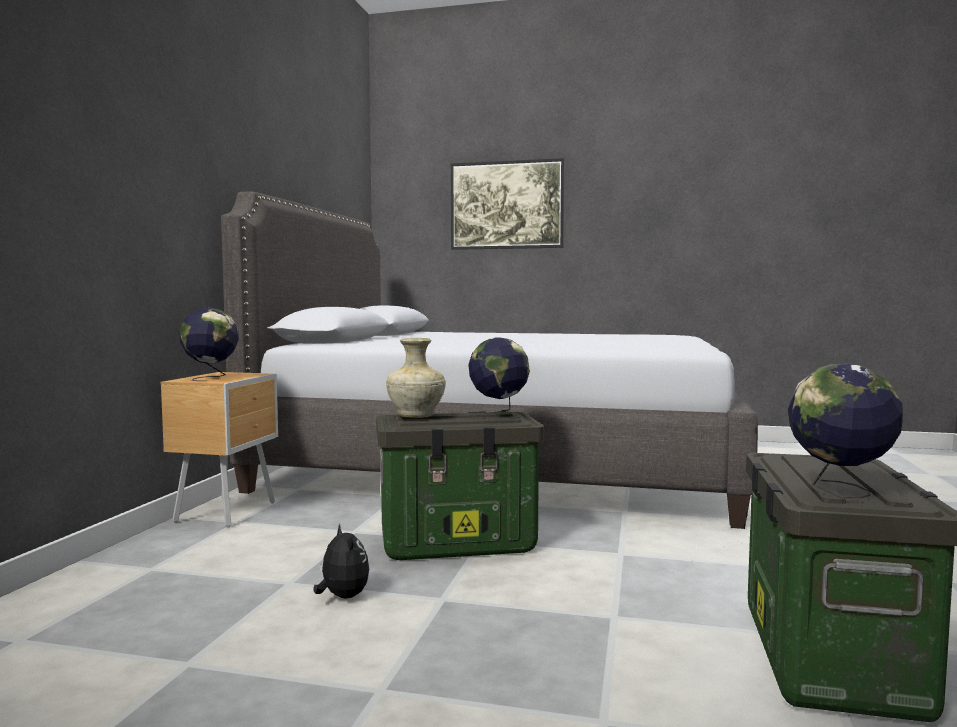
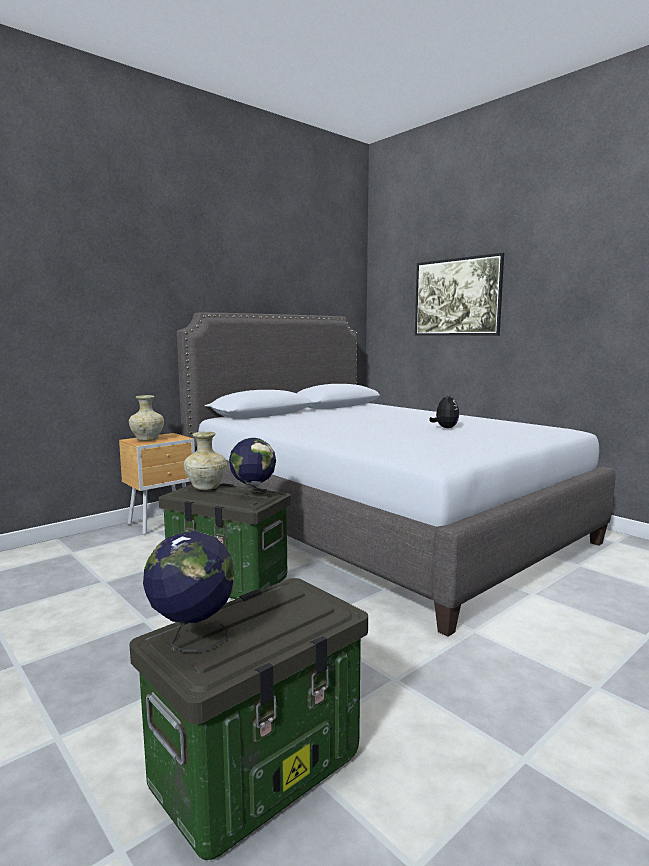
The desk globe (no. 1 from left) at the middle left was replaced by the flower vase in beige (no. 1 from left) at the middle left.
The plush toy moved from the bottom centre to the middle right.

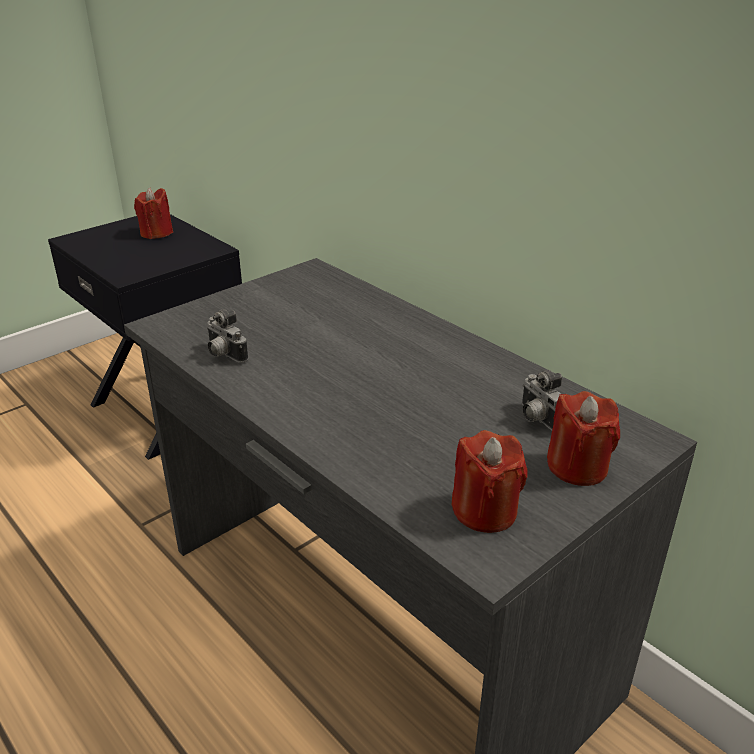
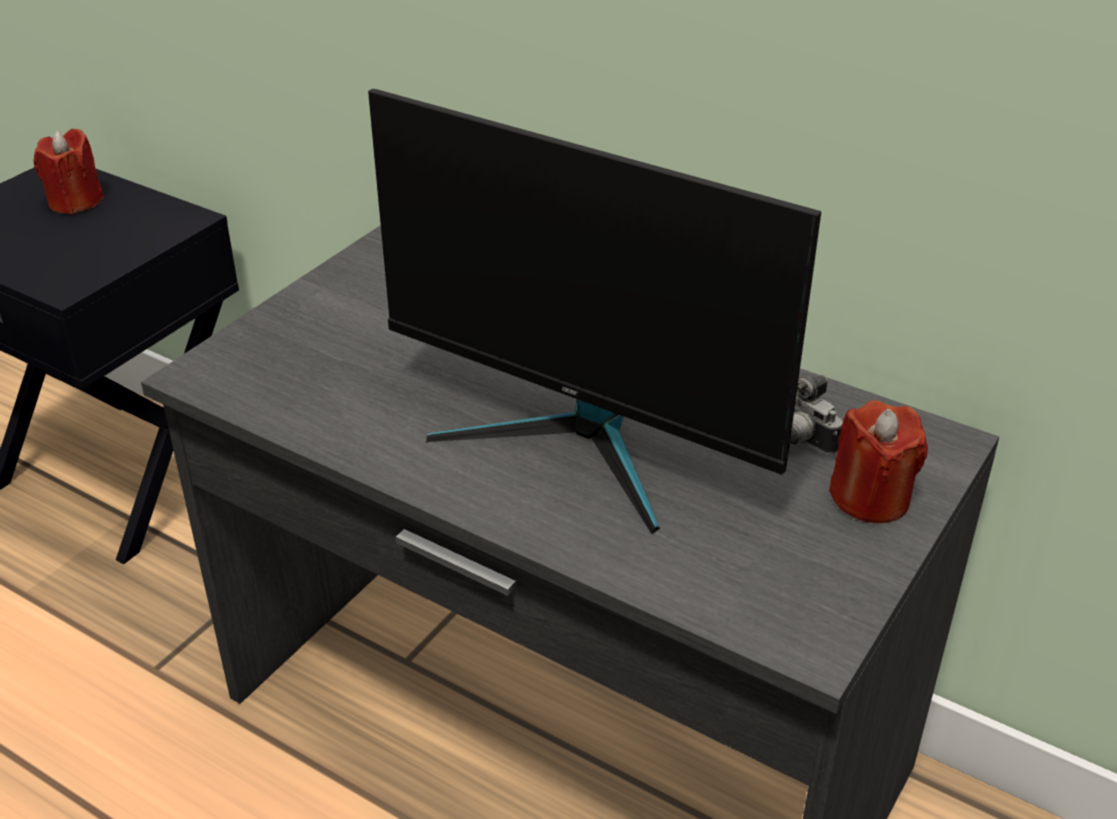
The still camera (no. 1 from left) at the middle left disappeared.
The wax light in reddish (no. 2 from left) at the centre disappeared.
The computer display at the centre appeared.

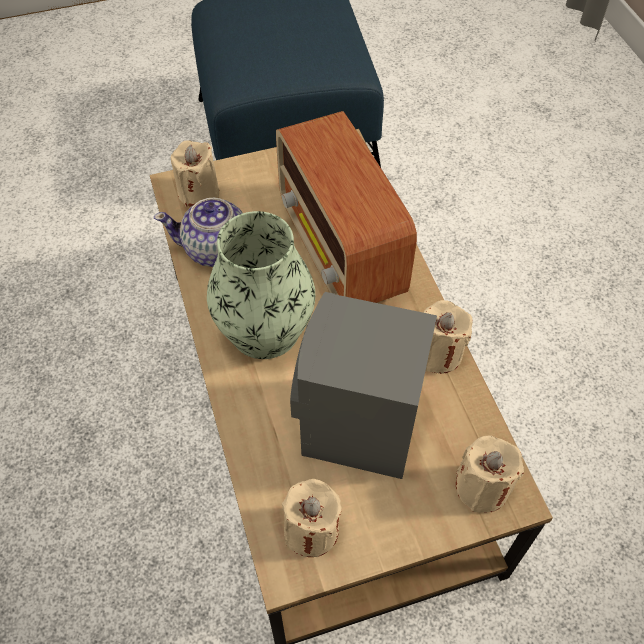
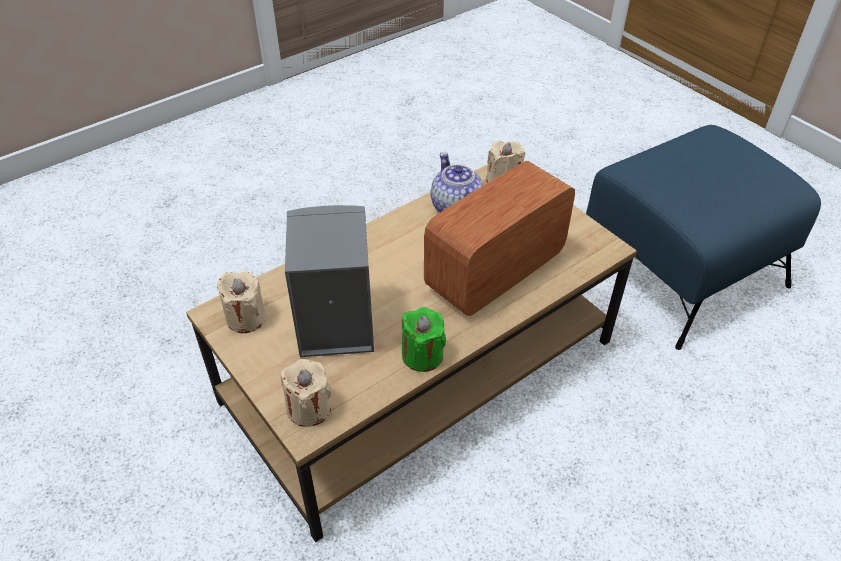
The flower vase at the centre disappeared.
The wax light in beige (no. 3 from left) at the middle right became the wax light in green-coloured at the centre.

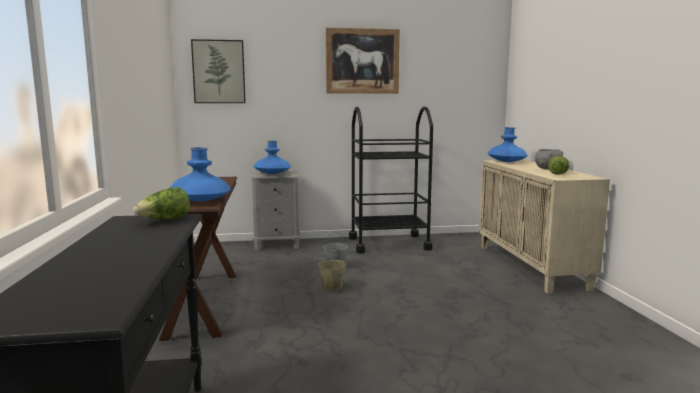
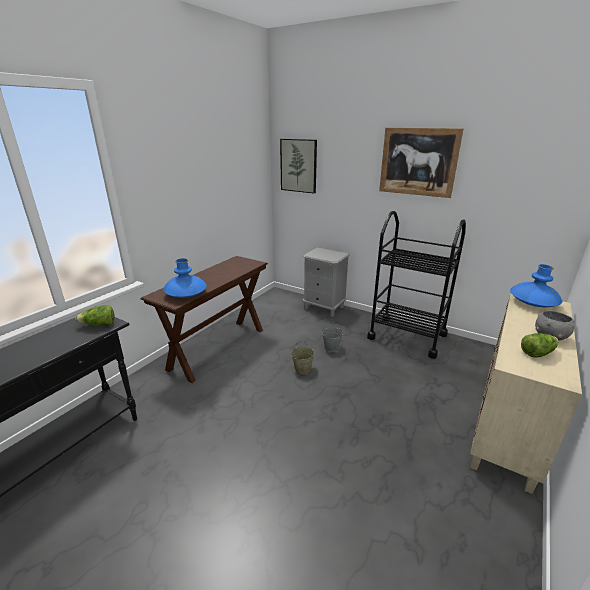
The flower vase in blue (no. 2 from left) at the centre disappeared.

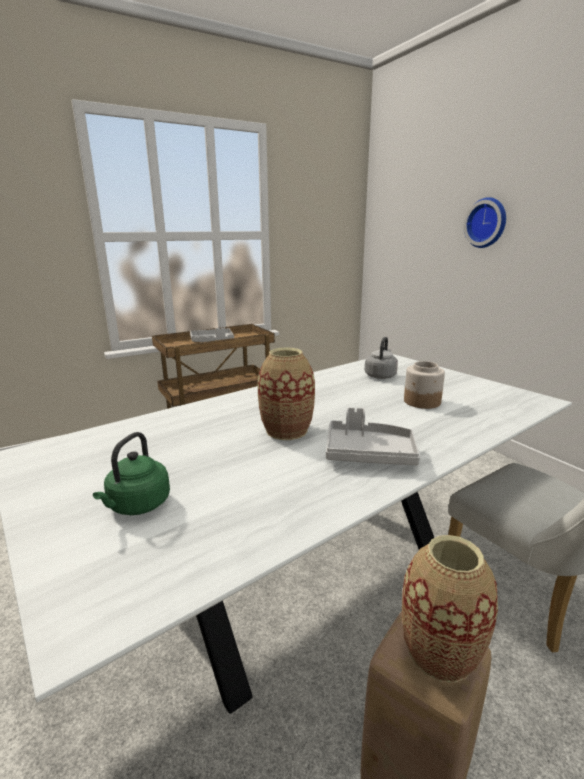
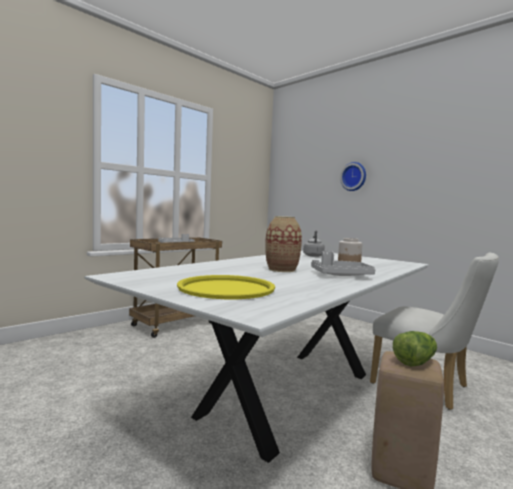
The water kettle in green-coloured at the middle left was replaced by the serving tray in yellow at the centre.
The flower vase (no. 2 from left) at the bottom right was replaced by the head of lettuce at the bottom right.

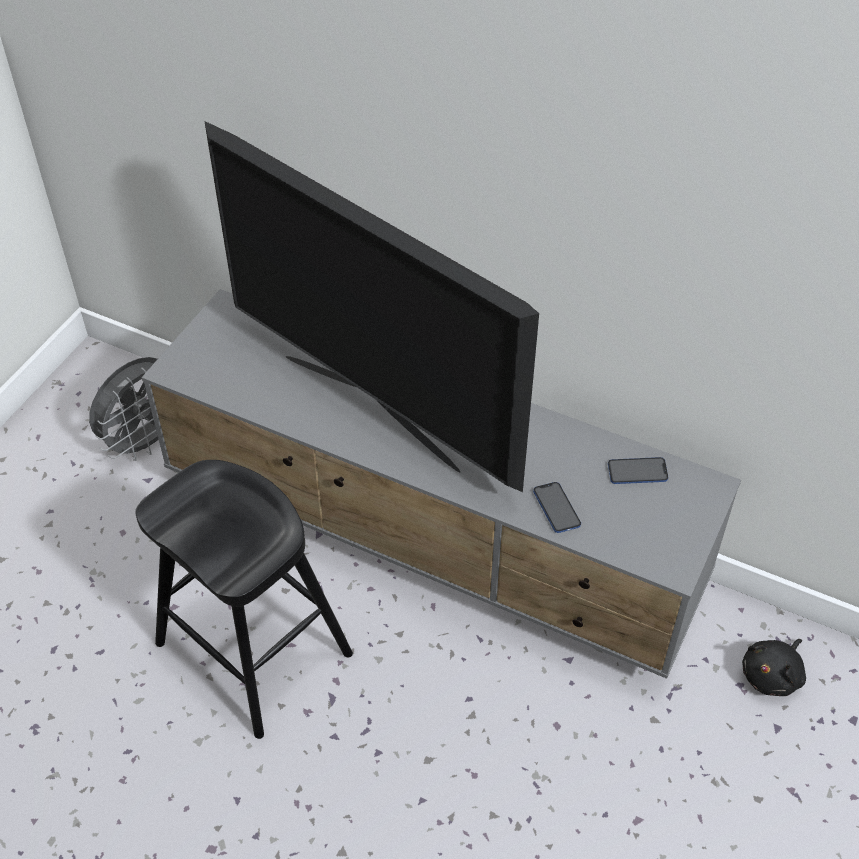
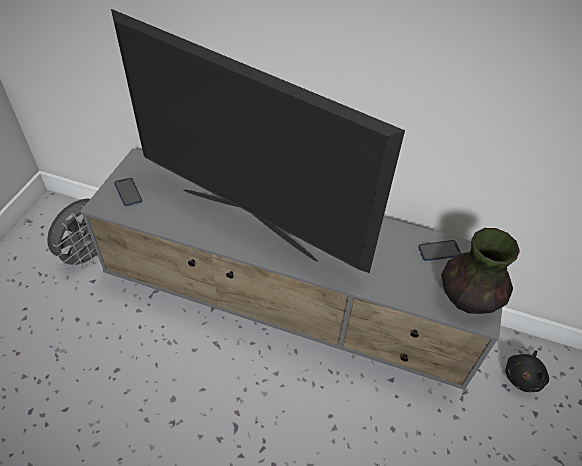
The stool in black-coloured at the bottom left disappeared.
The telephone (no. 1 from left) moved from the centre to the middle left.
The flower vase at the middle right appeared.

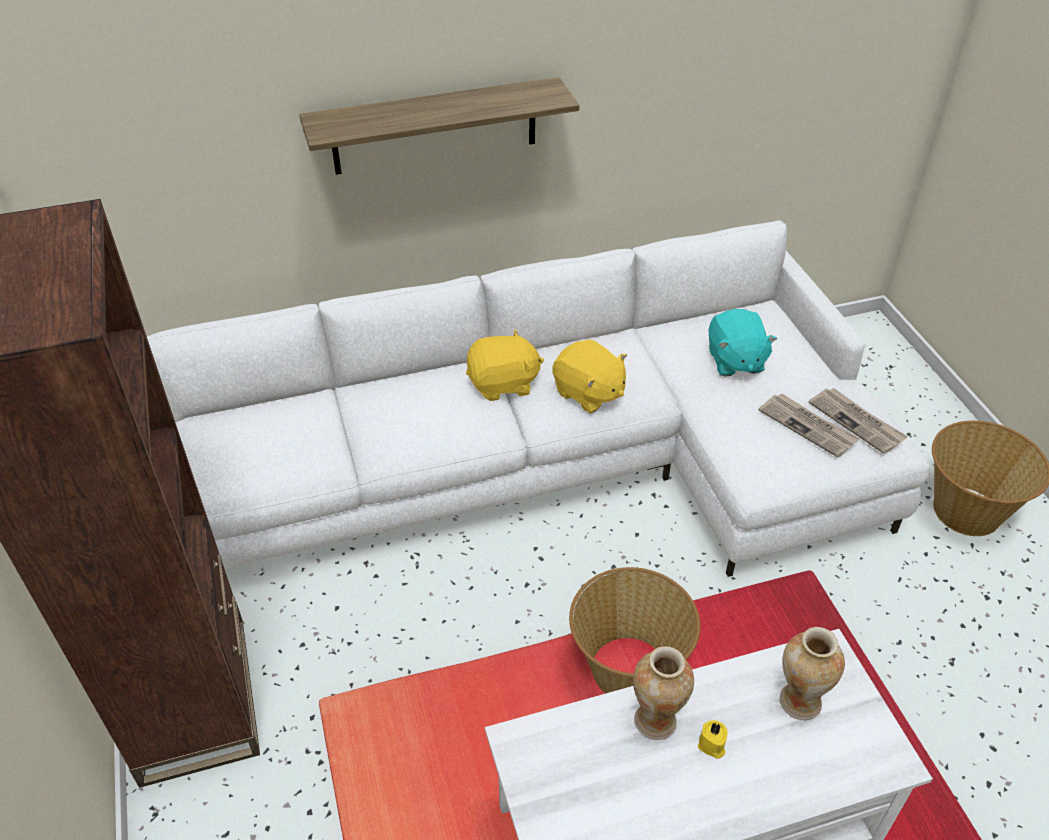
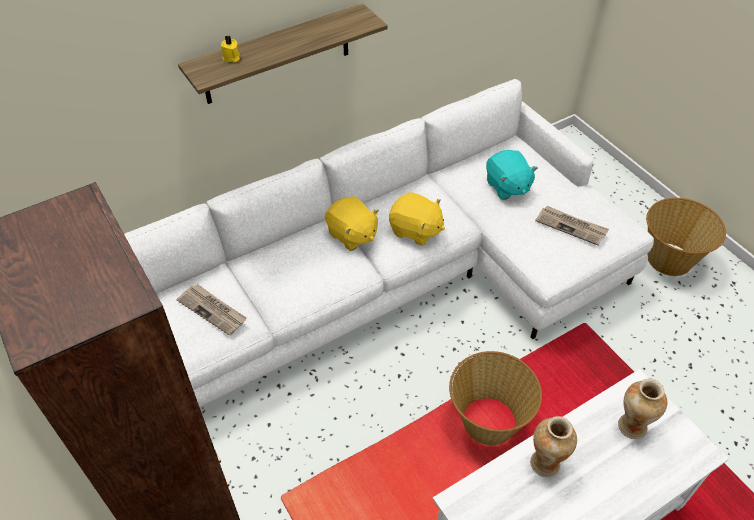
The plush toy in yellow (no. 1 from left) at the centre turned 75 degrees clockwise.
The wax light in yellow moved from the bottom right to the top left.
The newspaper (no. 2 from left in the first image) moved from the middle right to the middle left.

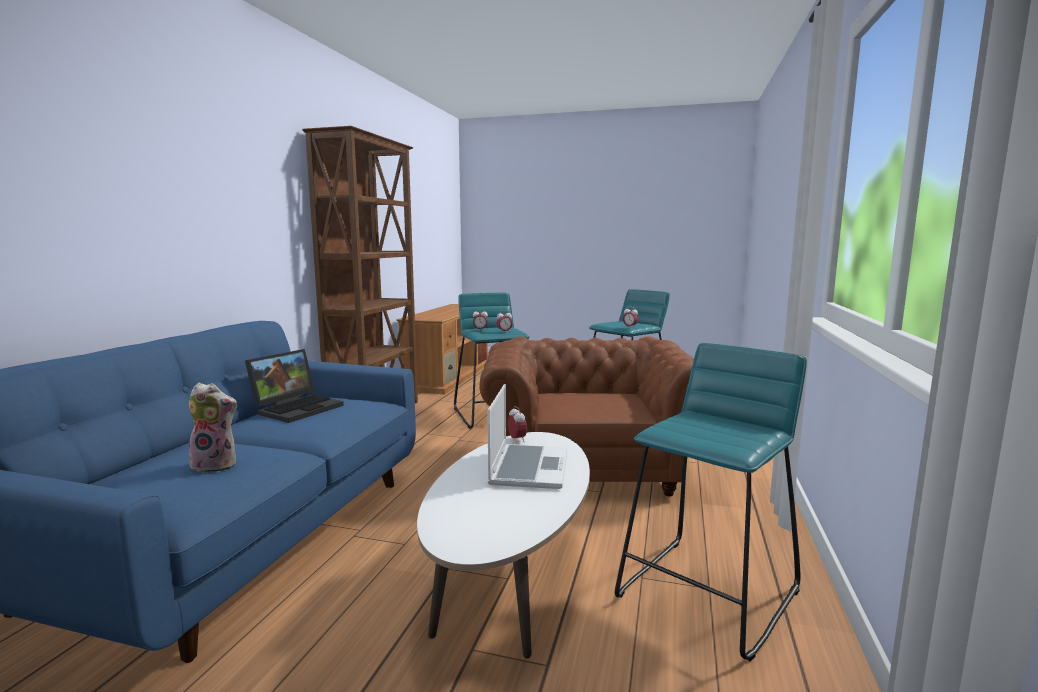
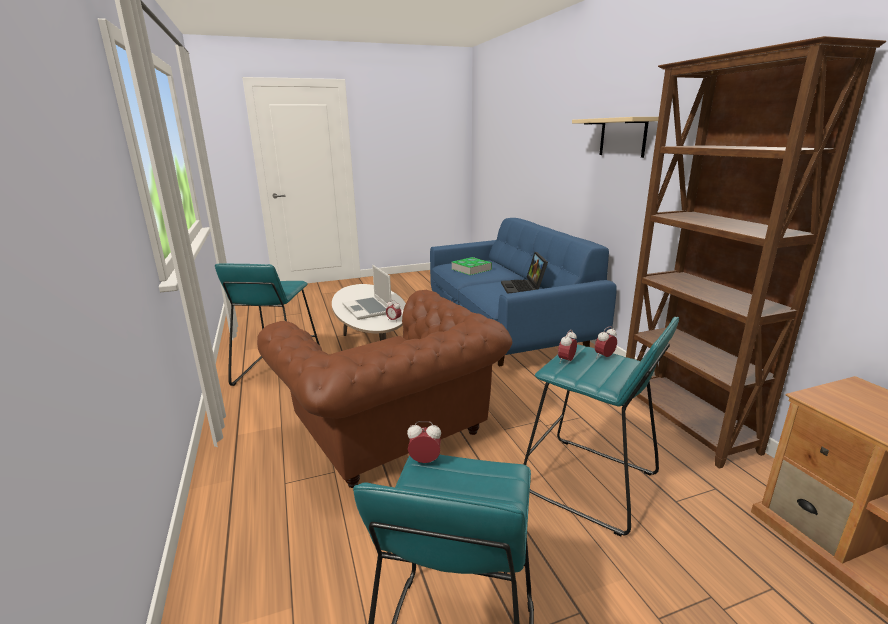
The plush toy at the middle left was replaced by the bound book at the centre.
The bracket shelf in beige at the top right appeared.

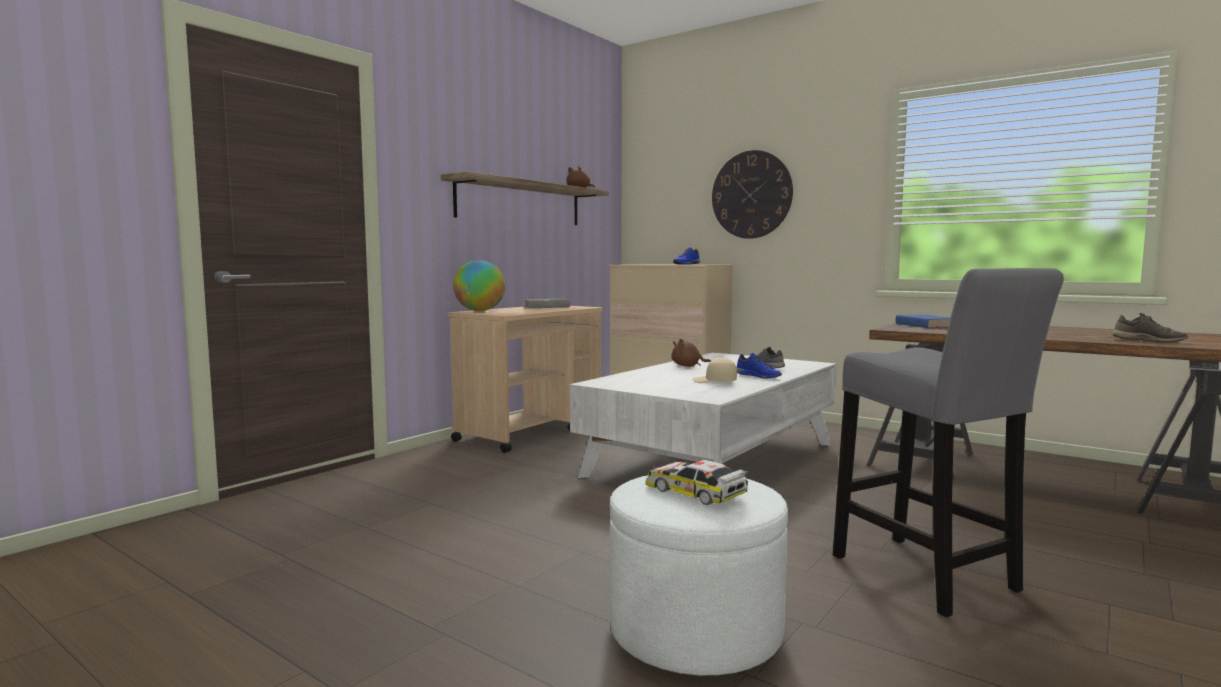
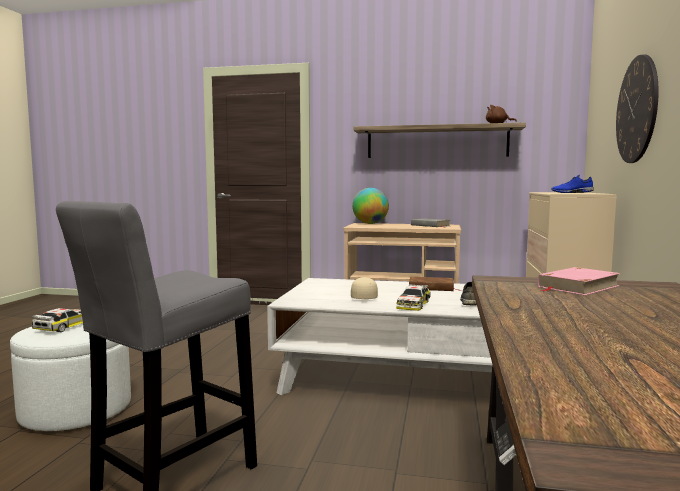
The plush toy in brown (no. 2 from left) at the centre was replaced by the bound book in brown at the centre.
The item of footwear in blue (no. 2 from left) at the centre was replaced by the model car (no. 2 from left) at the centre.
The bound book in blue at the middle right became the bound book in pink at the middle right.
The item of footwear in gray (no. 2 from left) at the middle right disappeared.

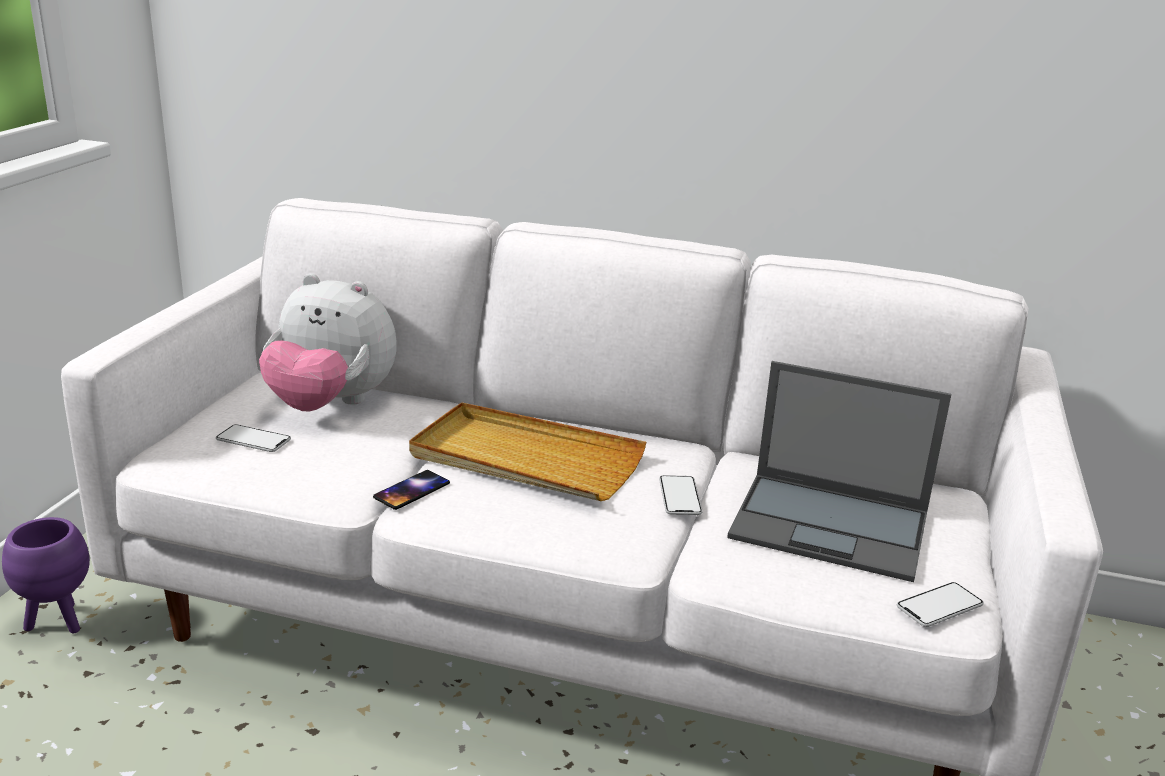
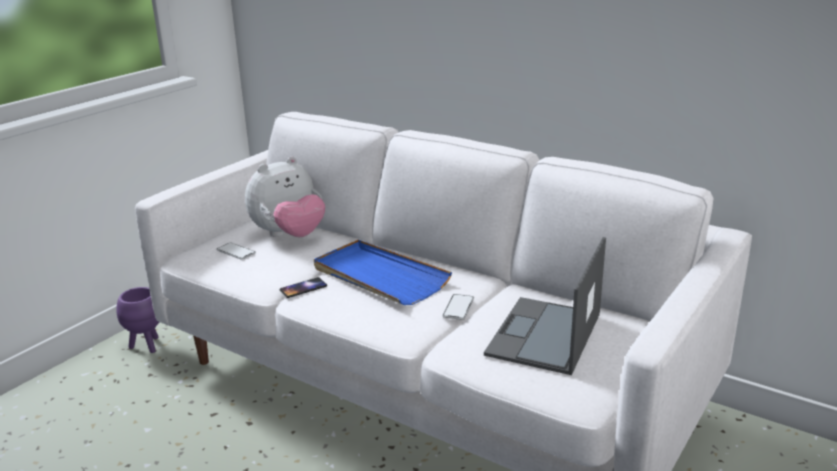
The plush toy at the middle left turned 75 degrees counterclockwise.
The serving tray in beige at the centre became the serving tray in blue at the centre.
The laptop at the middle right turned 75 degrees clockwise.
The telephone (no. 4 from left) at the bottom right disappeared.

